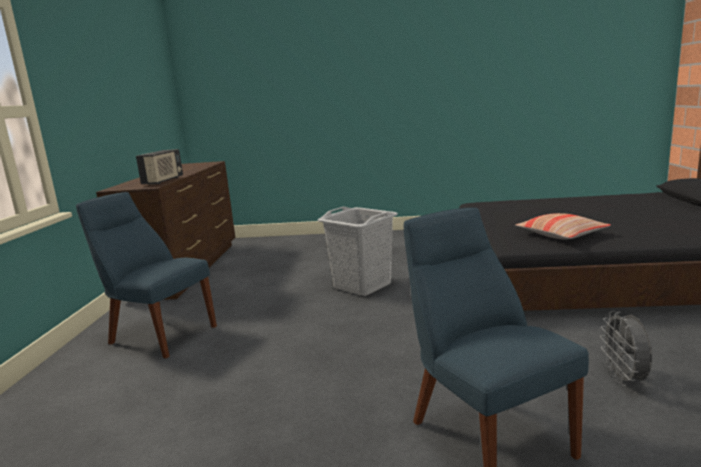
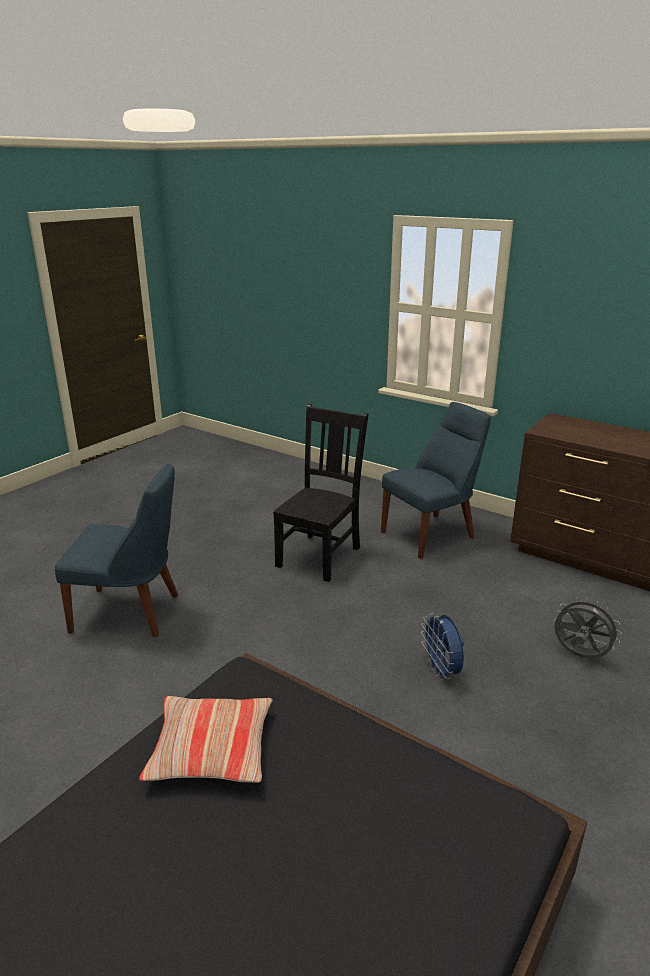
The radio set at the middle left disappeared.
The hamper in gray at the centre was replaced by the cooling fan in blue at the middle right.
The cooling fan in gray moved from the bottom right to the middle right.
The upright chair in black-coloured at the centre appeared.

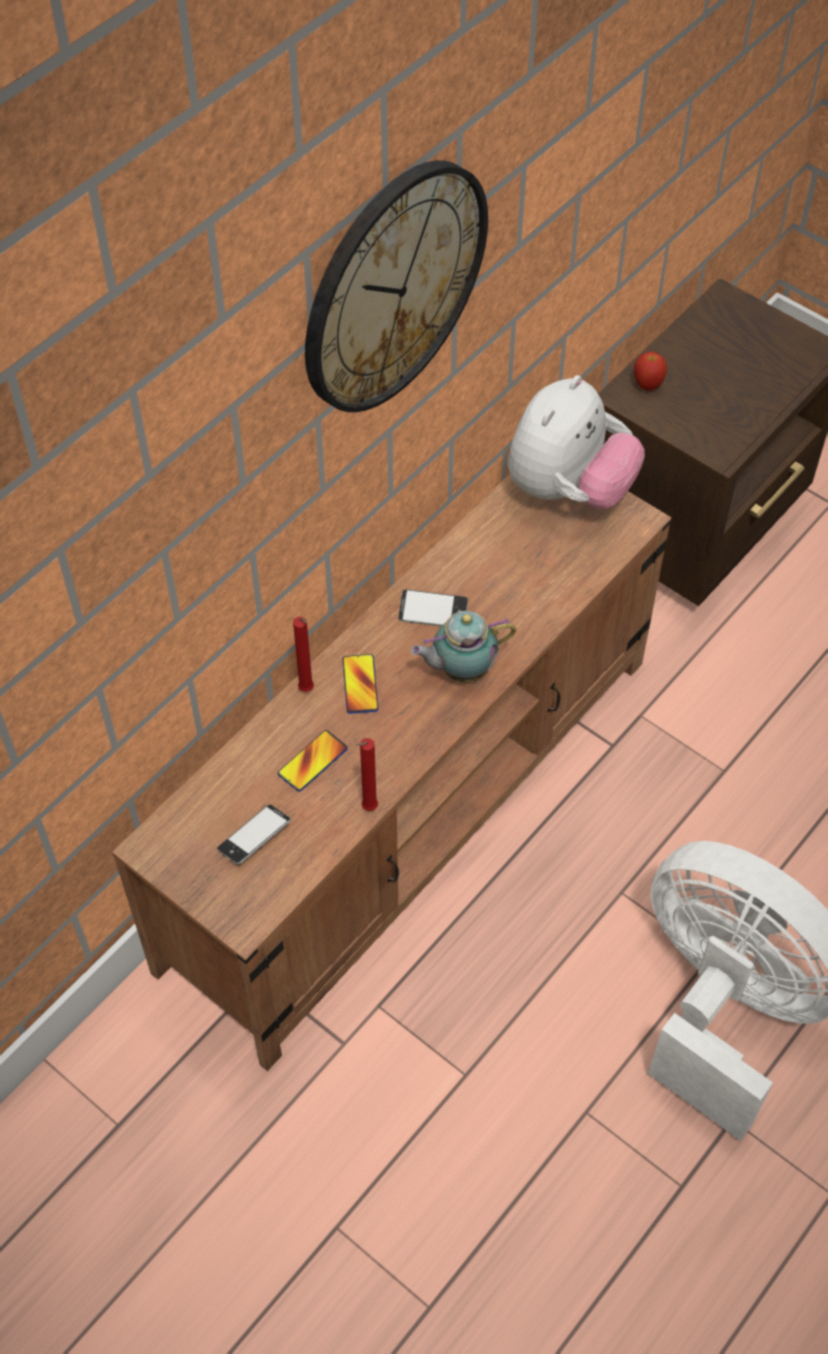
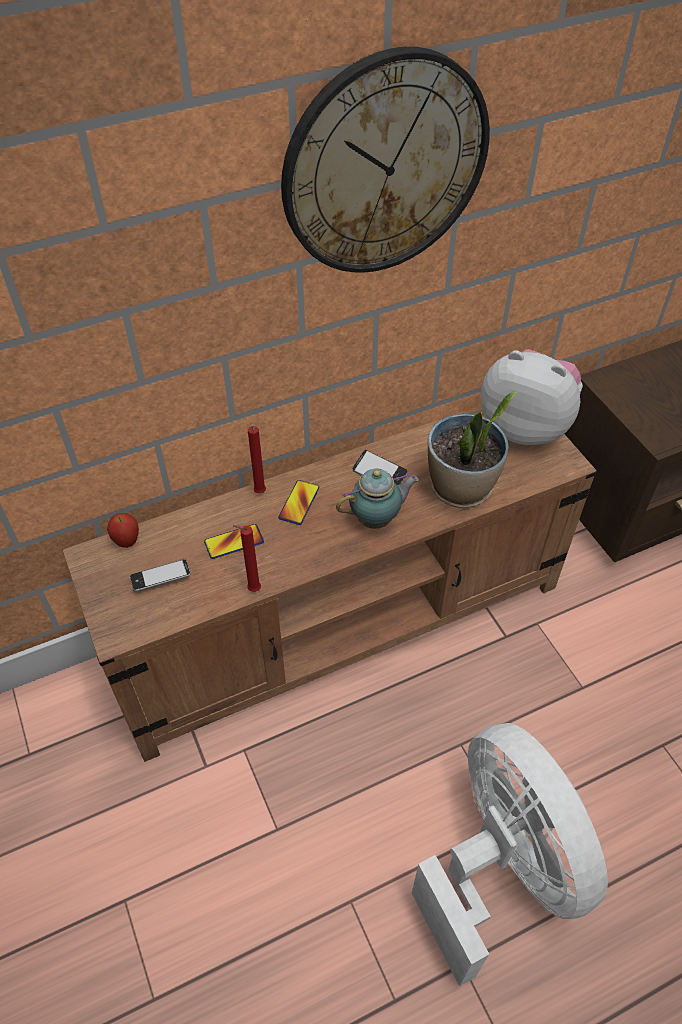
The teapot at the centre turned 150 degrees clockwise.
The plush toy at the top right turned 120 degrees counterclockwise.
The apple moved from the top right to the middle left.
The houseplant at the middle right appeared.

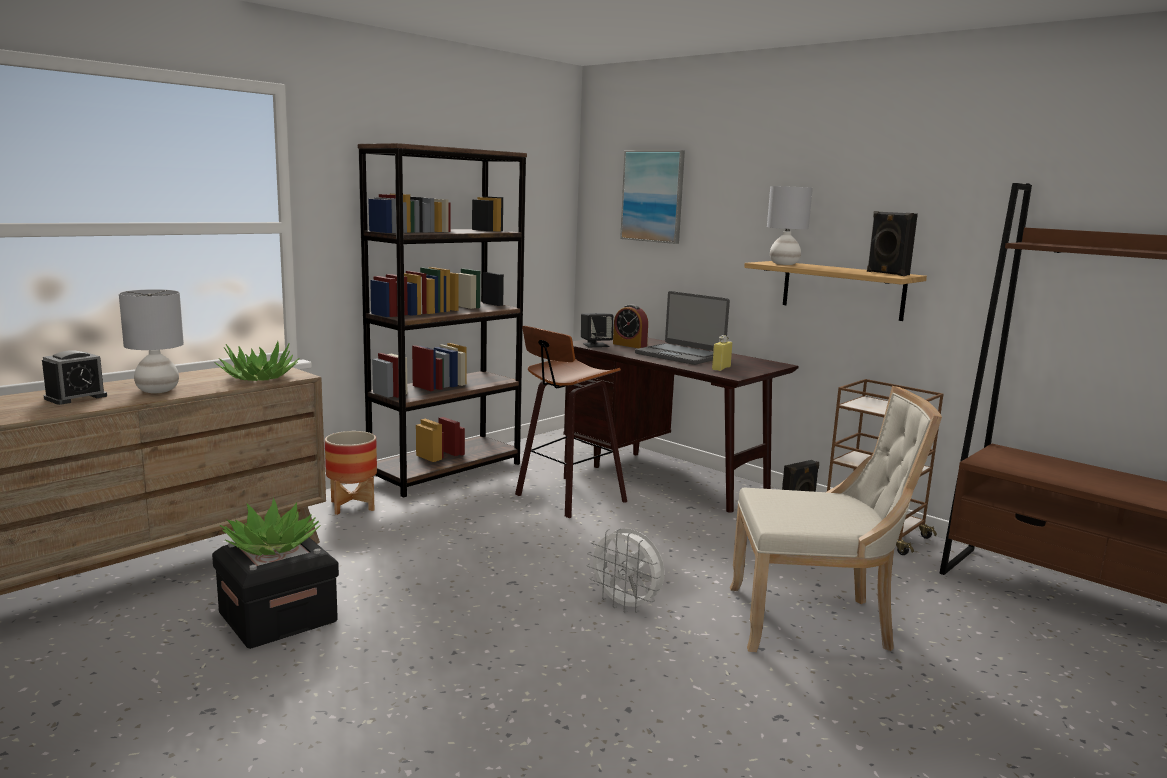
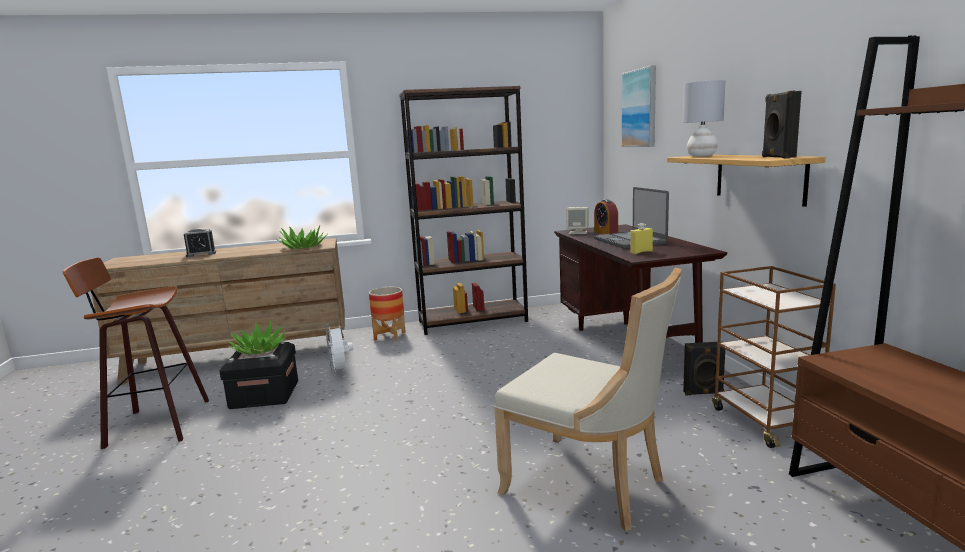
The lamp for a table in gray (no. 1 from left) at the middle left disappeared.
The stool moved from the centre to the middle left.
The speaker in black-coloured (no. 1 from left) at the centre became the speaker in beige at the centre.
The cooling fan in white-coloured moved from the bottom centre to the centre.

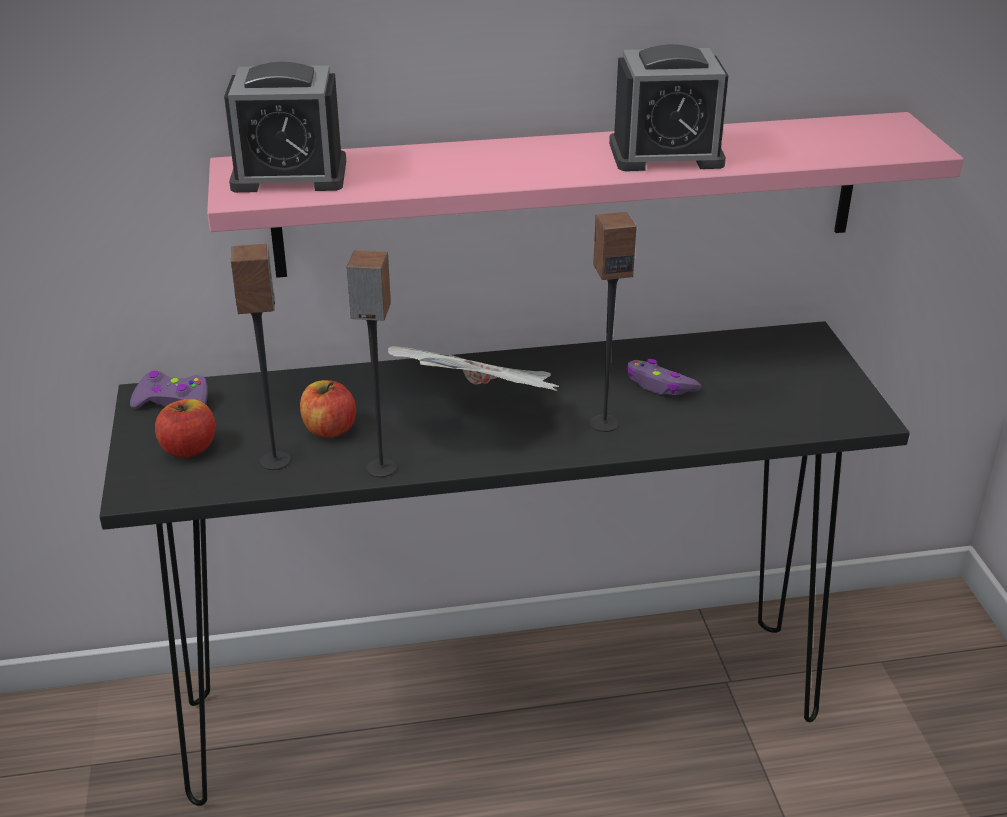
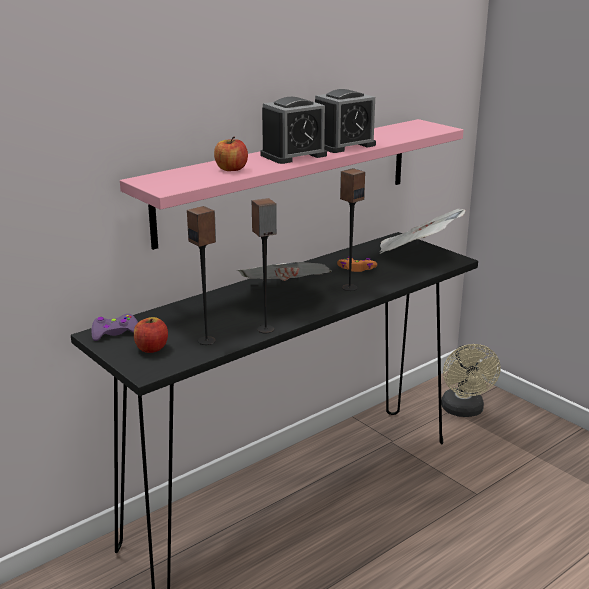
The bedside clock (no. 1 from left) moved from the top left to the top centre.
The apple (no. 2 from left) moved from the middle left to the top centre.
The joypad in purplish (no. 2 from left) at the centre became the joypad in orange at the centre.
The newspaper (no. 2 from left) at the middle right appeared.
The cooling fan in beige at the middle right appeared.

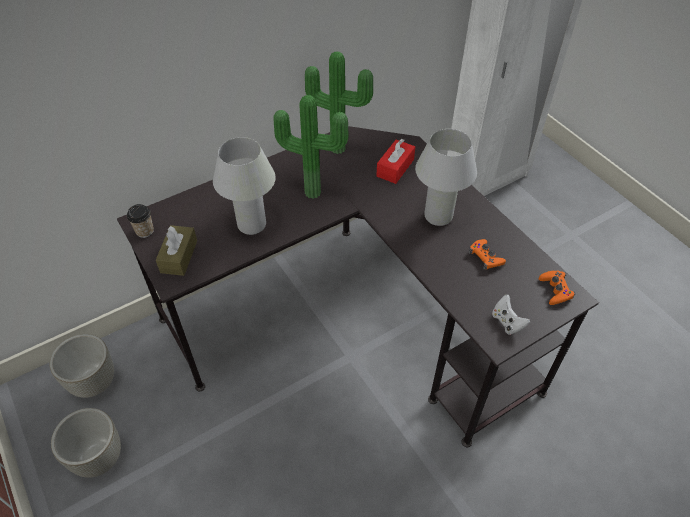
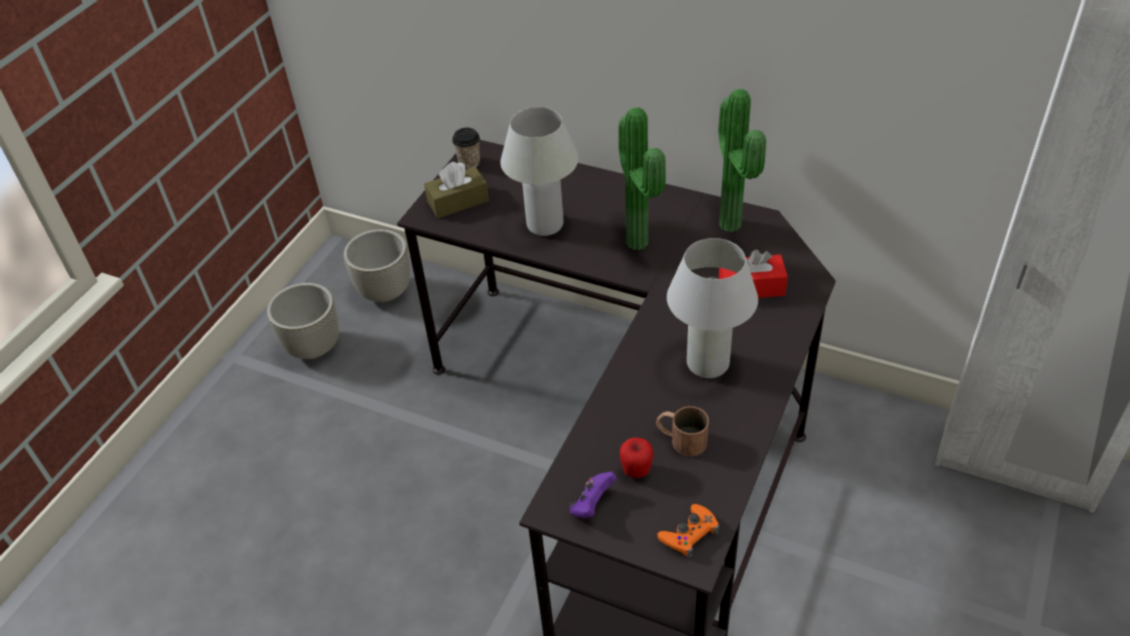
The joypad in orange (no. 1 from left) at the middle right was replaced by the tea mug in brown at the bottom centre.
The joypad in white-coloured at the middle right became the joypad in purplish at the bottom centre.
The apple at the bottom centre appeared.

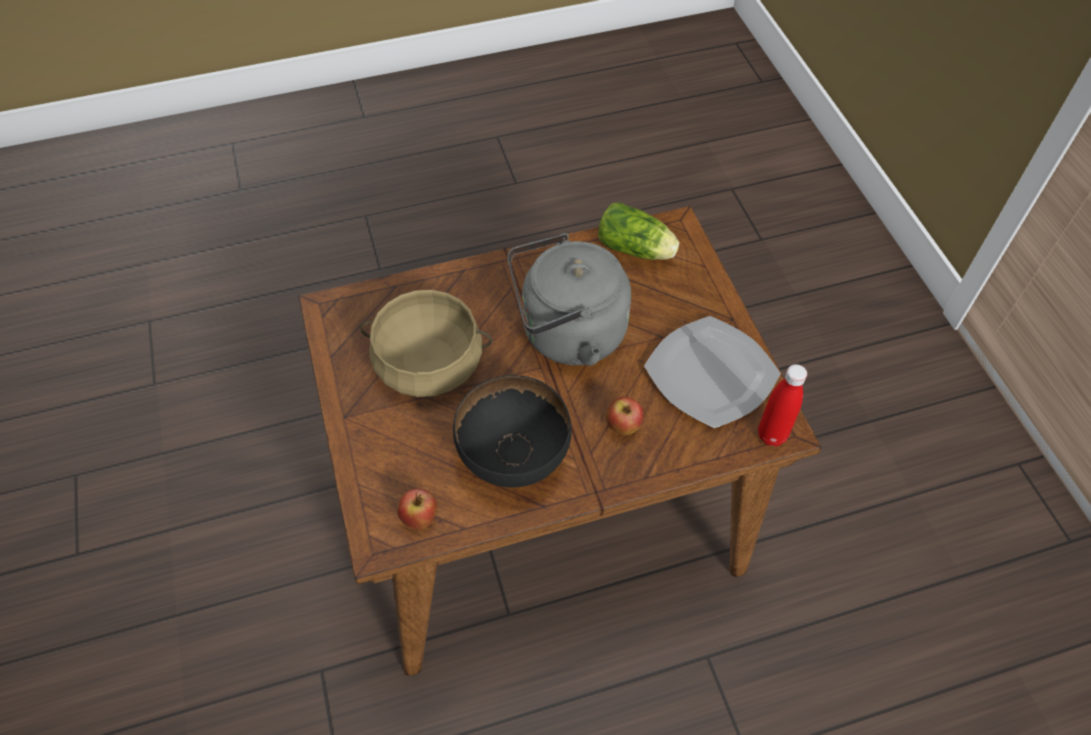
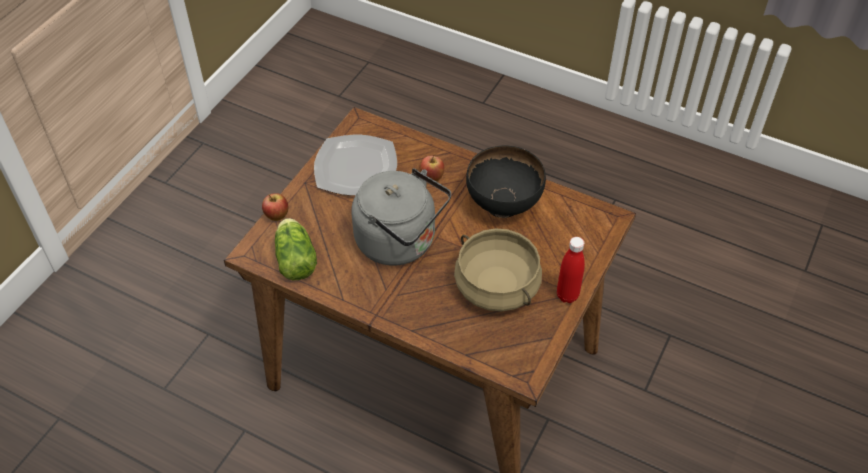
The apple (no. 1 from left) moved from the bottom centre to the middle left.
The beverage bottle in reddish moved from the middle right to the centre.

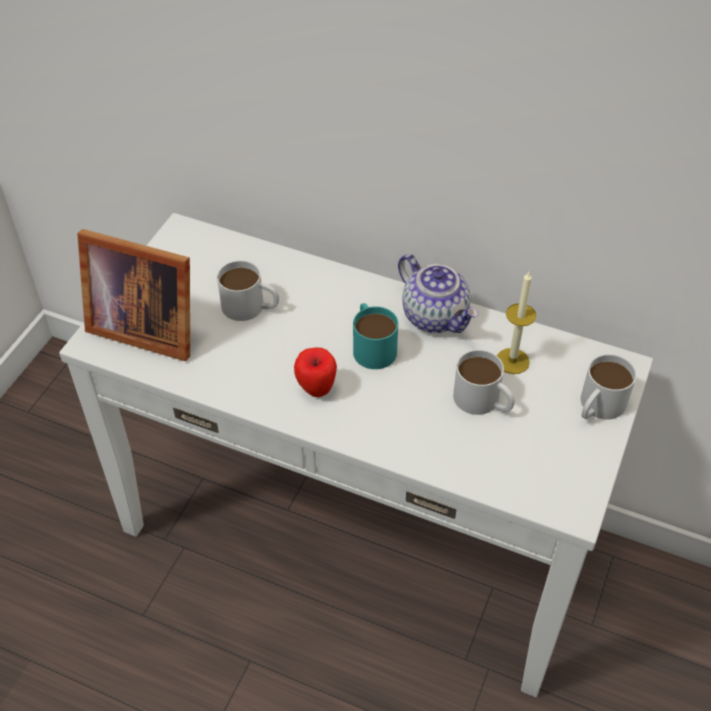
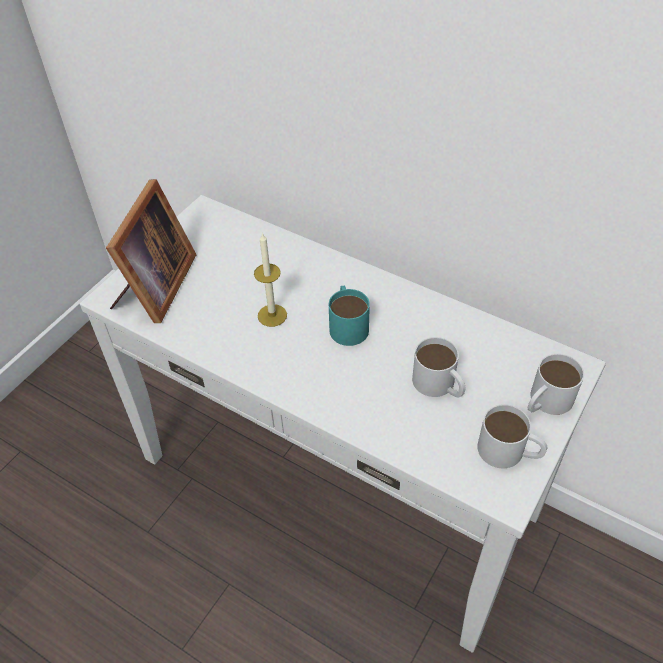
The standing frame at the middle left turned 105 degrees counterclockwise.
The tea mug in white-coloured (no. 1 from left in the first image) moved from the centre to the middle right.
The apple at the centre disappeared.
The teapot at the centre disappeared.
The wax light moved from the middle right to the centre.

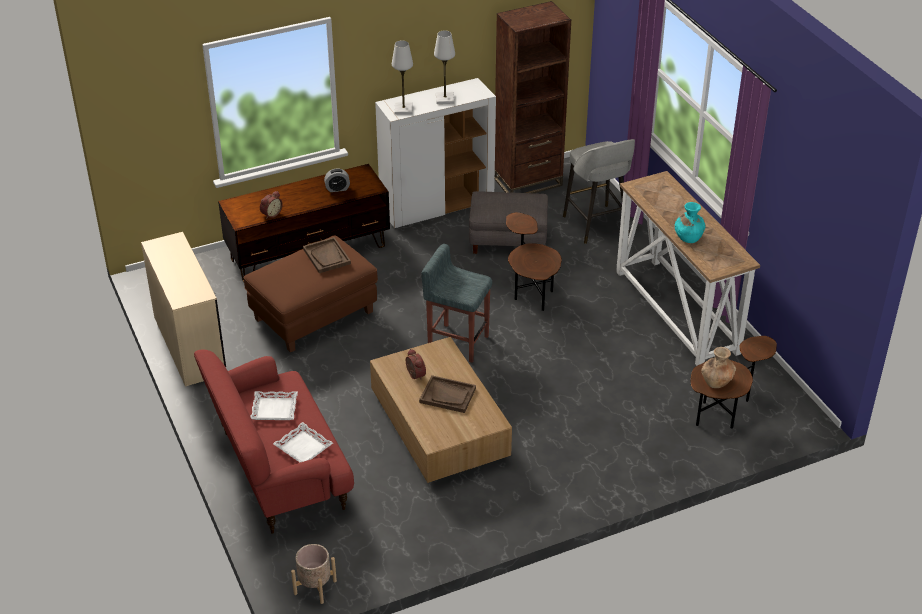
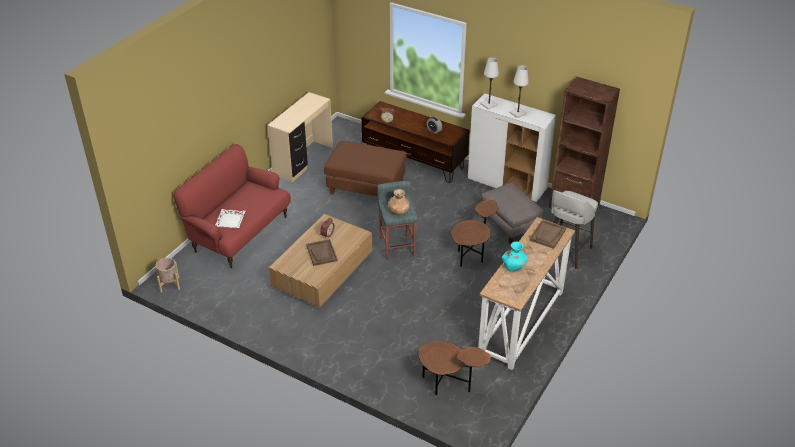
The serving tray in white-coloured (no. 1 from left) at the middle left disappeared.
The serving tray in brown (no. 1 from left in the first image) moved from the centre to the middle right.
The flower vase in brown moved from the middle right to the centre.

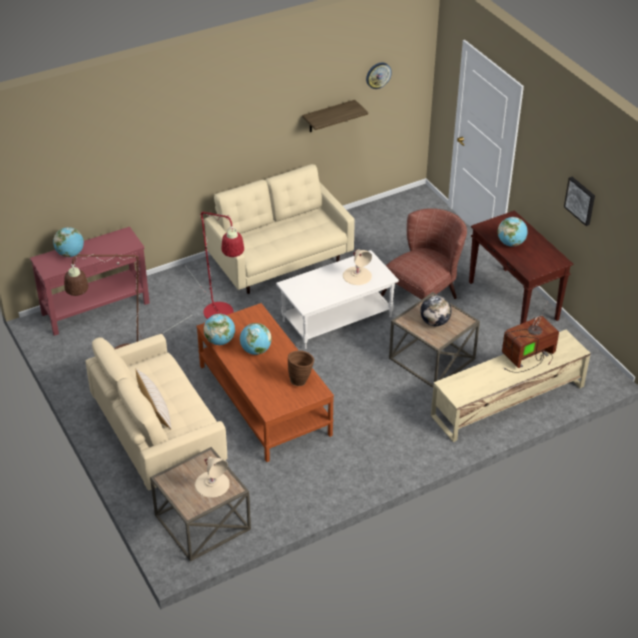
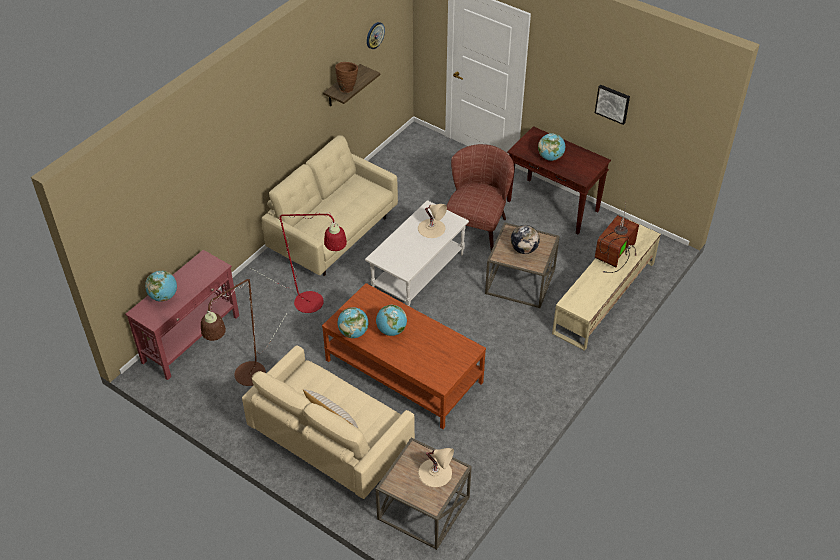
The flower vase in brown moved from the centre to the top centre.

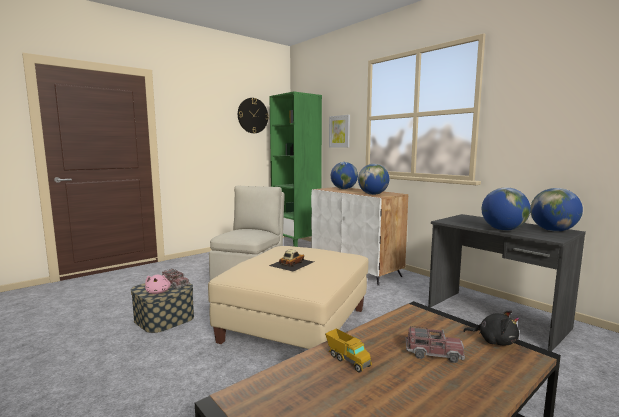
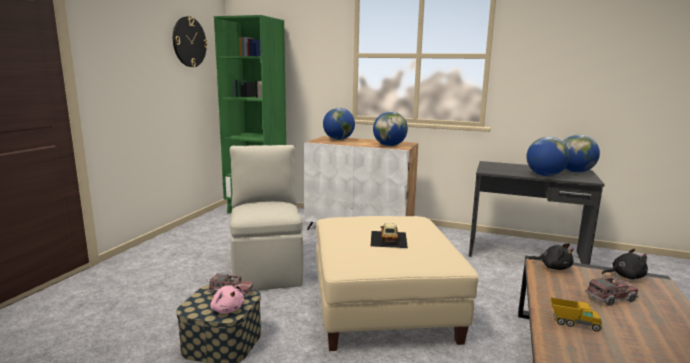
The wall picture at the top centre disappeared.
The plush toy in black-coloured (no. 1 from left) at the bottom right appeared.

